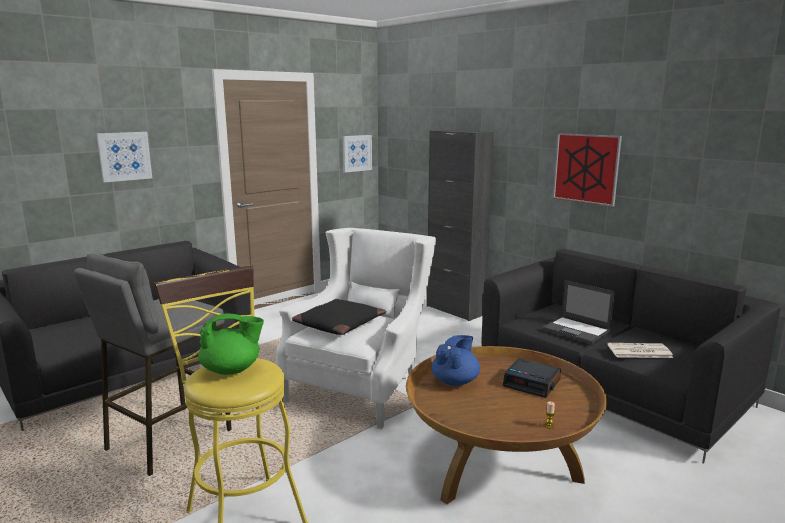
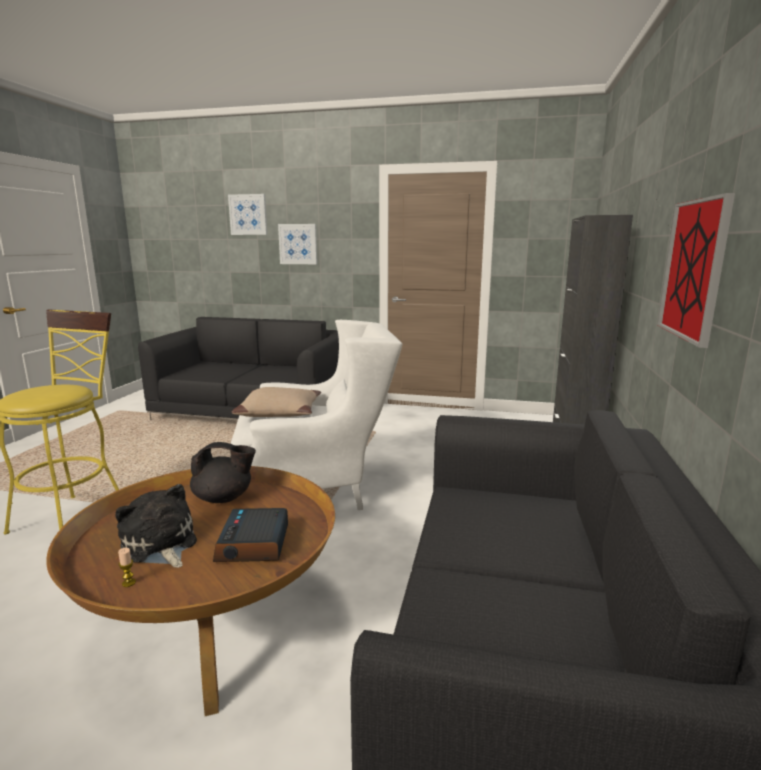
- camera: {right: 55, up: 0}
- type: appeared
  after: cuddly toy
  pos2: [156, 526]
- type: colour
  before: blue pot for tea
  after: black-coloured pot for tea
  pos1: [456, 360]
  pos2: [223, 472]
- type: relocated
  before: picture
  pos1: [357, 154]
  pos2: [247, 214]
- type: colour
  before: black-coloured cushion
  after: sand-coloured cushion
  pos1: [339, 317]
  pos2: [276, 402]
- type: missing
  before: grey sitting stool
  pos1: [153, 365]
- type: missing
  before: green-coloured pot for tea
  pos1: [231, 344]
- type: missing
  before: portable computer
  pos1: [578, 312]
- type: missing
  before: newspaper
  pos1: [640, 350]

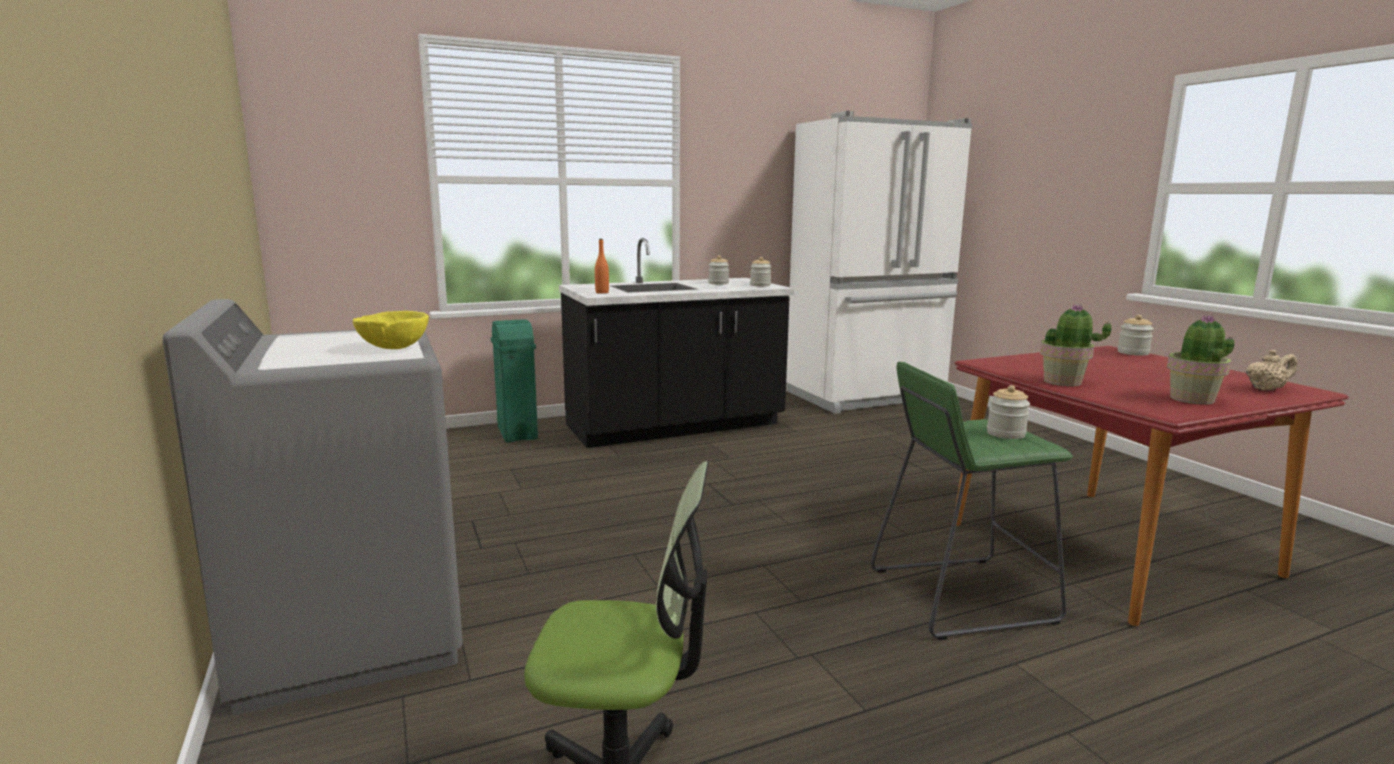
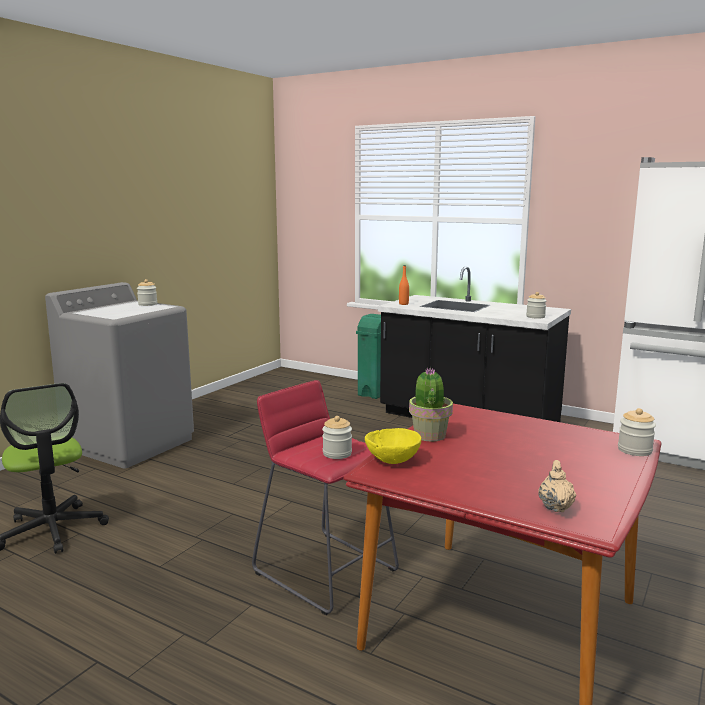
- camera: {right: 55, up: 0}
- type: relocated
  before: jar
  pos1: [718, 270]
  pos2: [147, 292]
- type: colour
  before: green-coloured sitting stool
  after: red-coloured sitting stool
  pos1: [972, 501]
  pos2: [325, 497]
- type: relocated
  before: yellow serving bowl
  pos1: [391, 330]
  pos2: [393, 446]
- type: spun
  before: sand-coloured pot for tea
  pos1: [1272, 370]
  pos2: [557, 486]
  turn: -120
- type: missing
  before: potted plant
  pos1: [1201, 359]

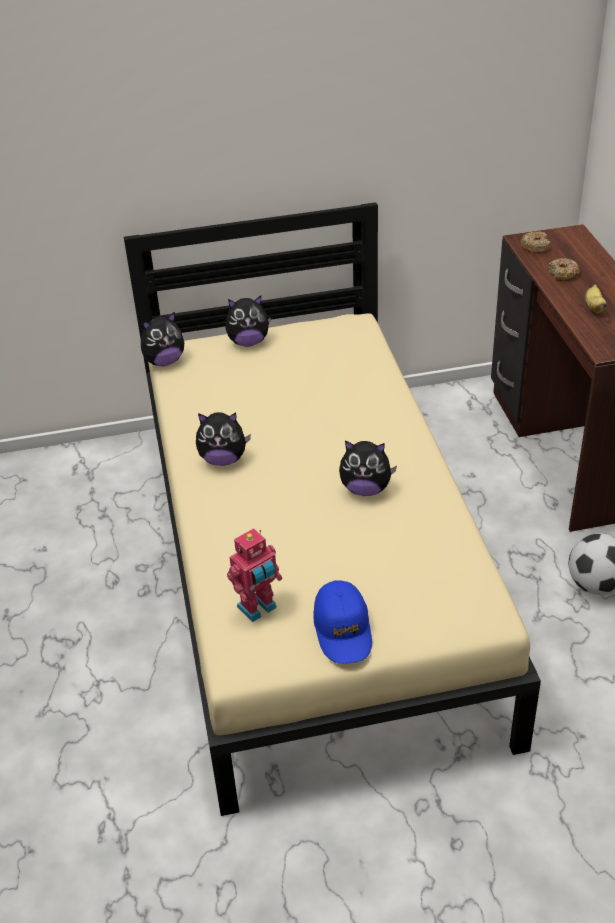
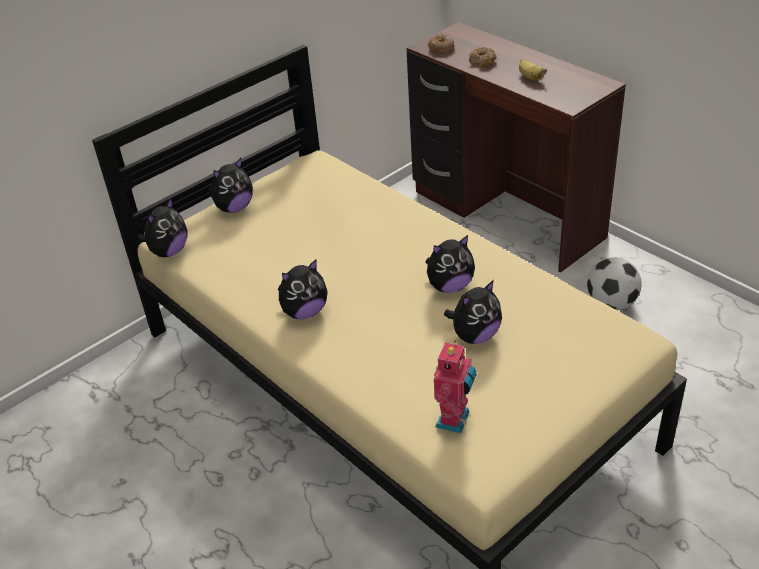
- camera: {right: -30, up: 0}
- type: appeared
  after: cuddly toy
  pos2: [473, 312]
- type: missing
  before: blue baseball cap
  pos1: [342, 622]

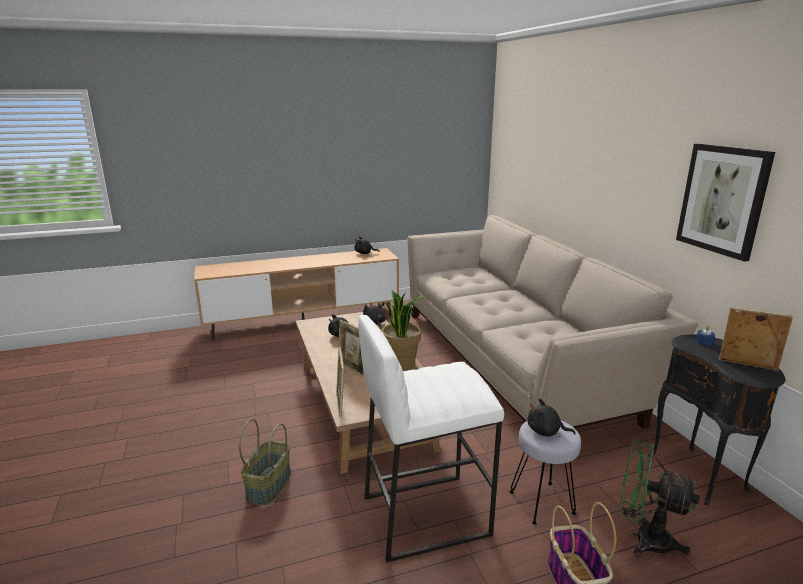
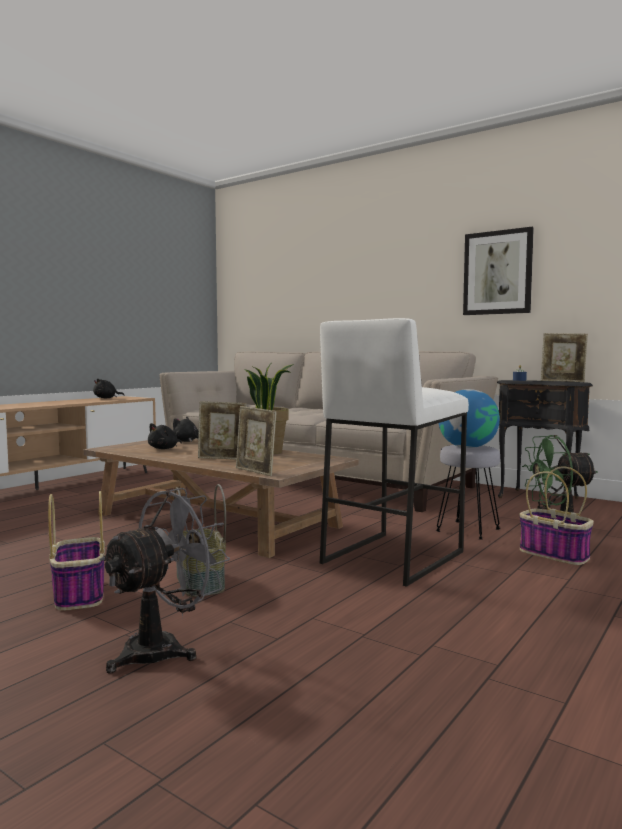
- camera: {right: -35, up: -15}
- type: appeared
  after: storage basket
  pos2: [76, 551]
- type: appeared
  after: grey fan
  pos2: [164, 581]
- type: exchanged
  before: black-coloured cuddly toy
  after: desk globe
  pos1: [551, 417]
  pos2: [469, 418]
- type: spun
  before: photo frame
  pos1: [756, 339]
  pos2: [564, 357]
  turn: -150

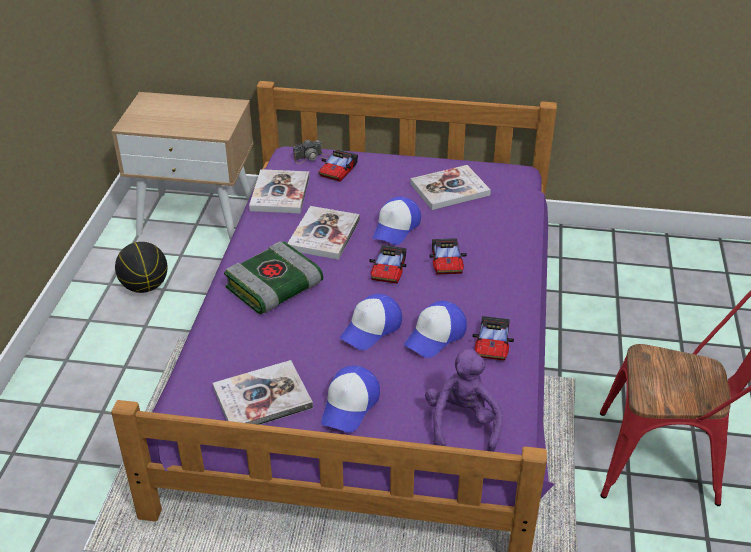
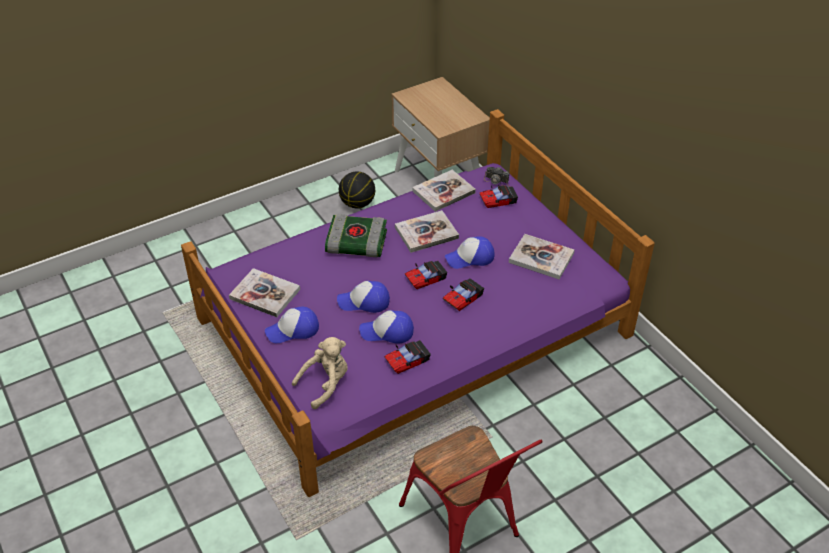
- camera: {right: 50, up: 5}
- type: colour
  before: purplish cuddly toy
  after: sand-coloured cuddly toy
  pos1: [464, 400]
  pos2: [320, 373]

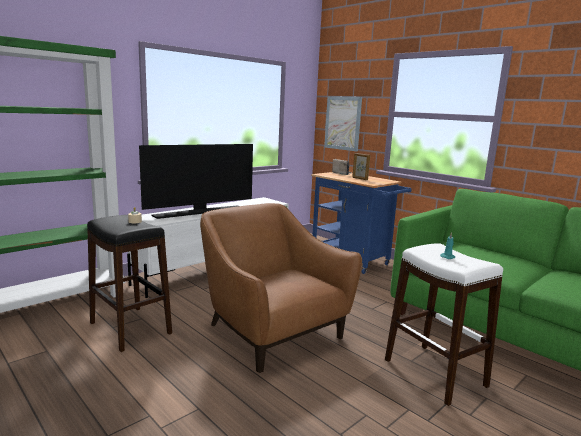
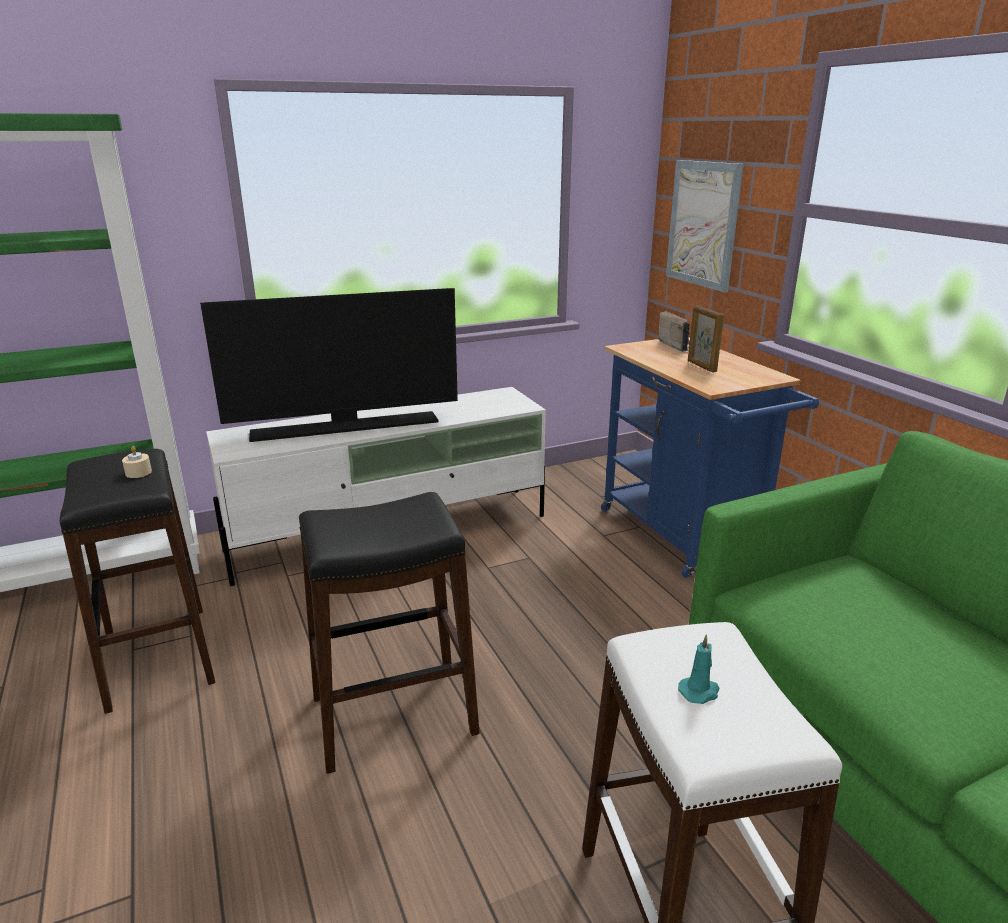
- camera: {right: 20, up: 10}
- type: exchanged
  before: brown-coloured easy chair
  after: black-coloured sitting stool
  pos1: [281, 288]
  pos2: [389, 633]

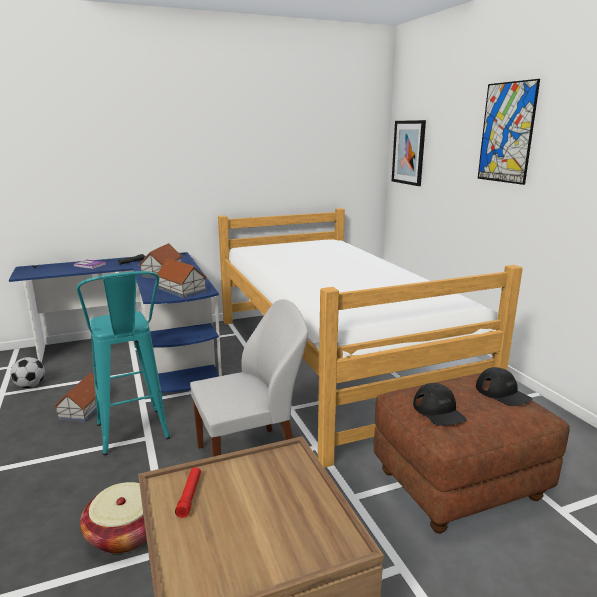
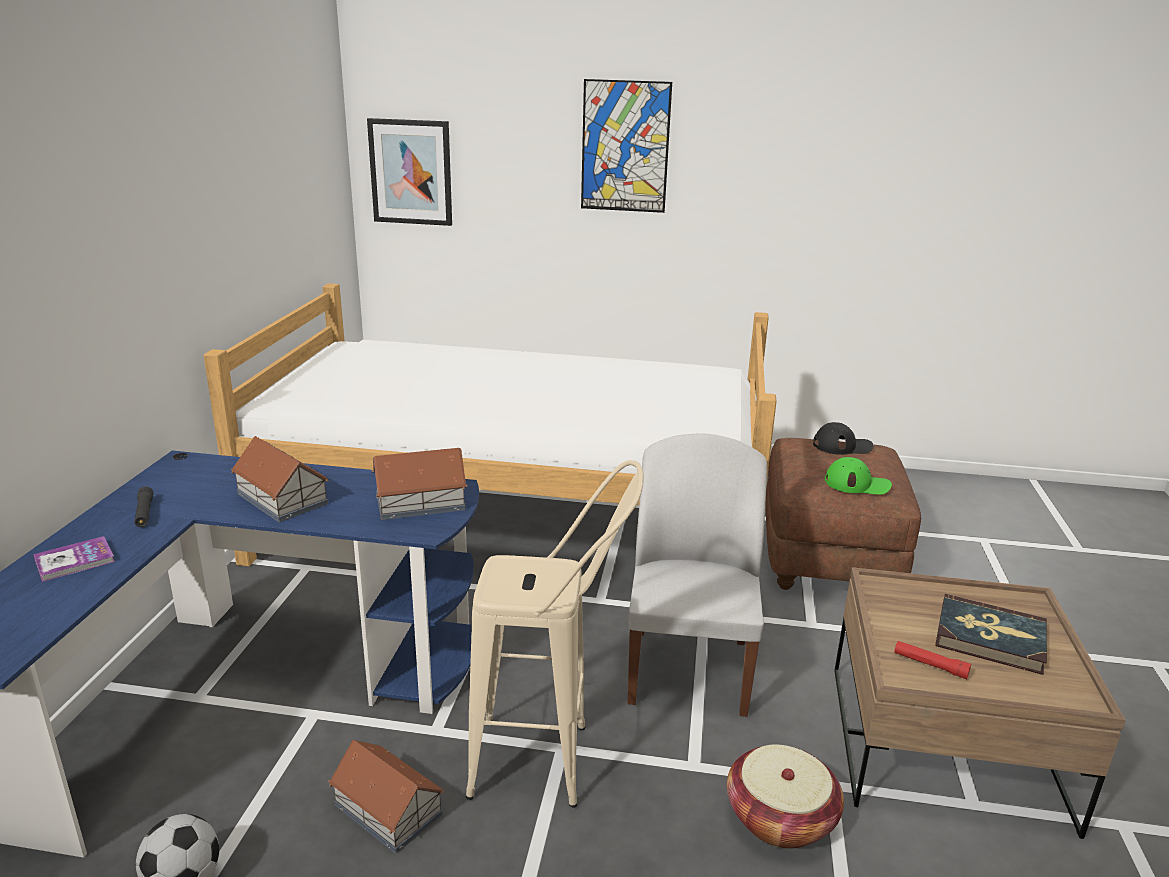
- camera: {right: -60, up: 5}
- type: colour
  before: turquoise-coloured sitting stool
  after: sand-coloured sitting stool
  pos1: [123, 363]
  pos2: [555, 634]
- type: colour
  before: black-coloured baseball cap
  after: green-coloured baseball cap
  pos1: [440, 404]
  pos2: [858, 476]
- type: appeared
  after: book
  pos2: [991, 634]

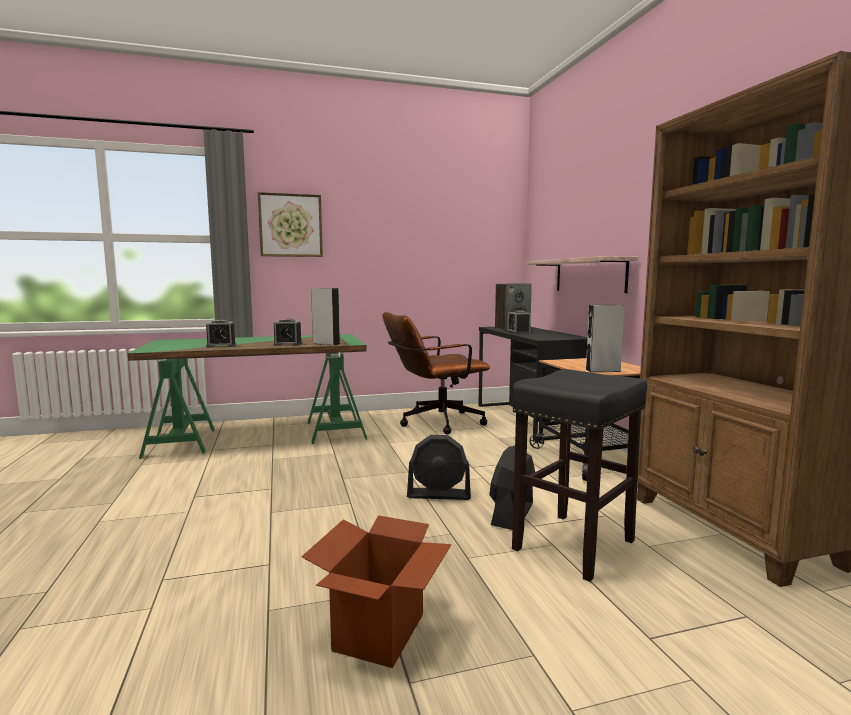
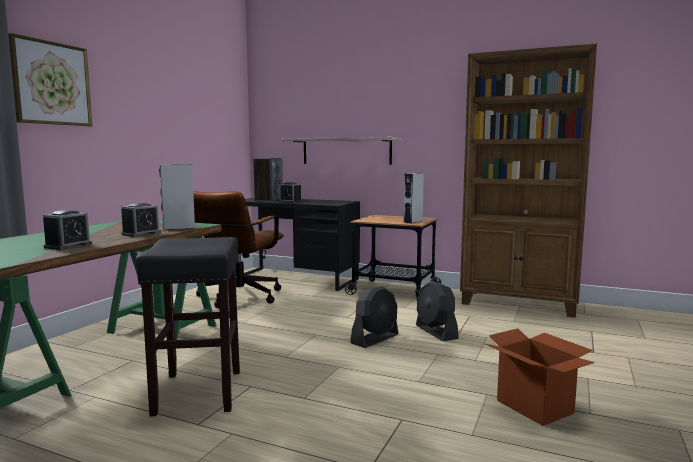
- camera: {right: -50, up: 0}
- type: relocated
  before: black-coloured sitting stool
  pos1: [579, 475]
  pos2: [188, 327]

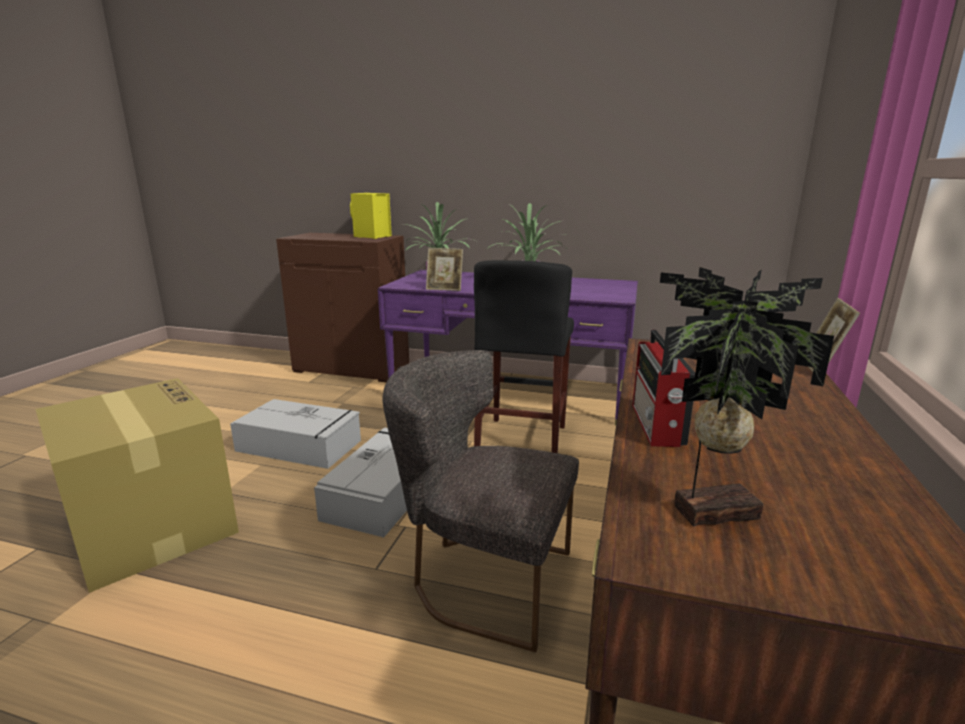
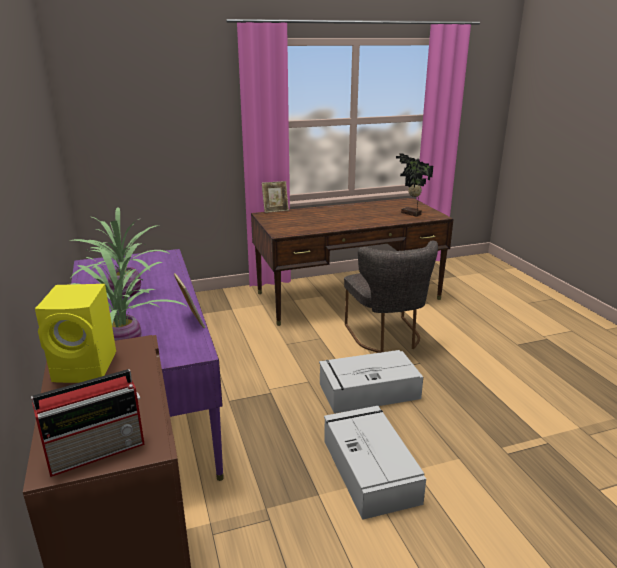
- camera: {right: -125, up: 5}
- type: relocated
  before: radio set
  pos1: [664, 388]
  pos2: [88, 423]
- type: missing
  before: cardboard box
  pos1: [137, 485]
- type: missing
  before: black-coloured sitting stool
  pos1: [524, 356]

